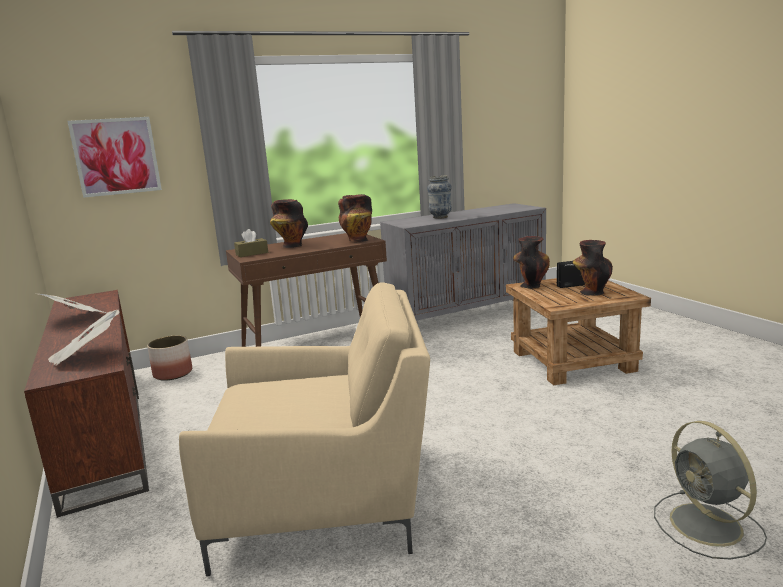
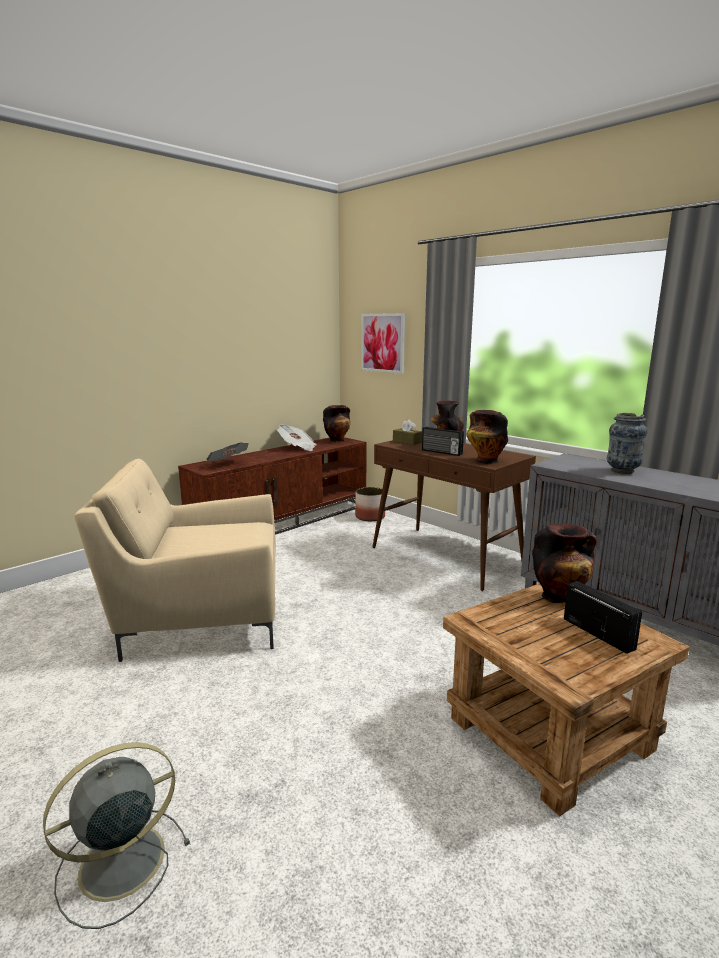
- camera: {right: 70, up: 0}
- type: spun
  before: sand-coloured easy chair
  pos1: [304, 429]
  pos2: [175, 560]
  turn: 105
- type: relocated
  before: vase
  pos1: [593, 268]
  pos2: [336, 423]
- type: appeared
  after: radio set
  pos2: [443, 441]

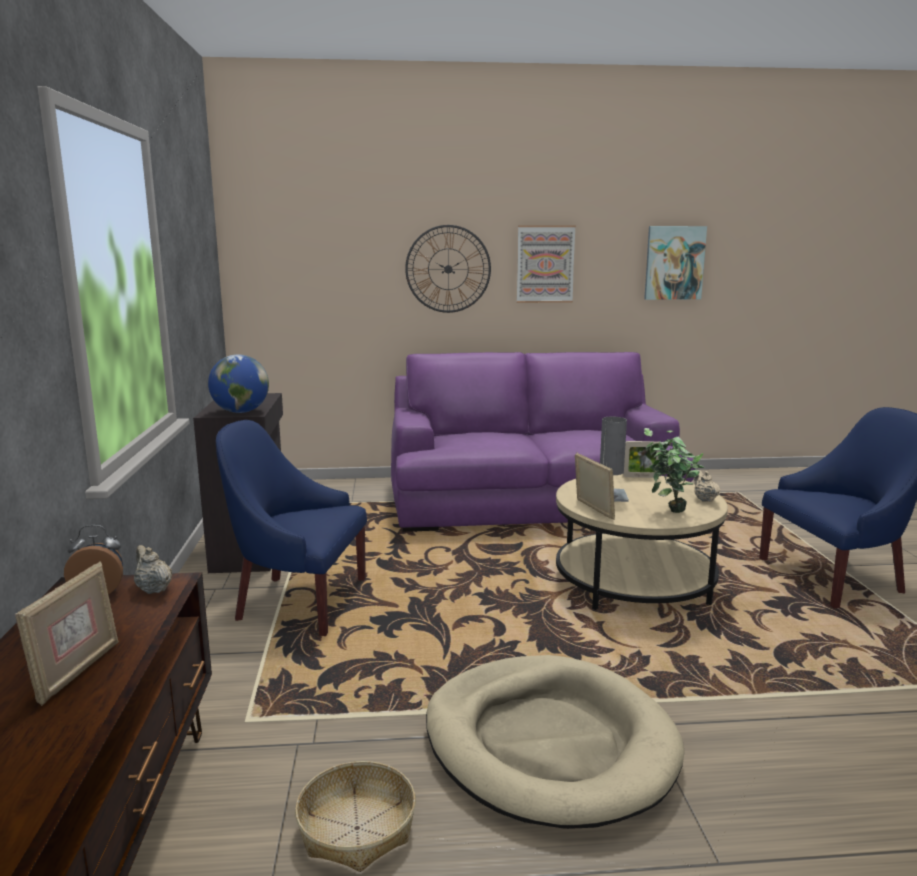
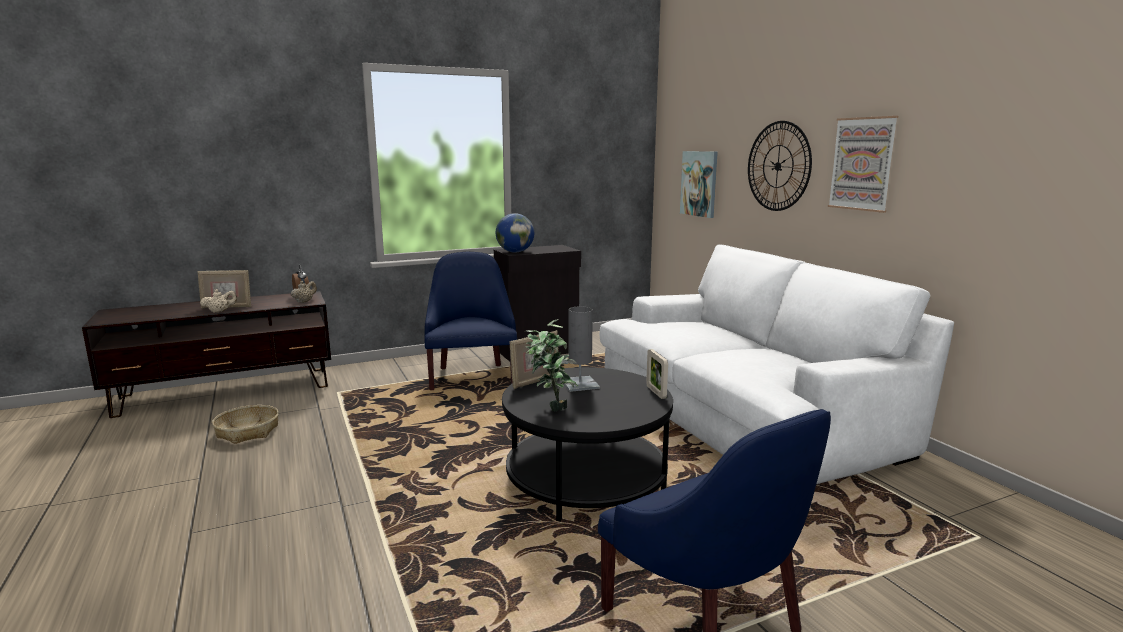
- camera: {right: 70, up: 0}
- type: relocated
  before: sand-coloured pot for tea
  pos1: [707, 486]
  pos2: [218, 301]
- type: colour
  before: sand-coloured lounge table
  after: black-coloured lounge table
  pos1: [642, 542]
  pos2: [587, 444]
- type: colour
  before: purplish settee
  after: white settee
  pos1: [543, 442]
  pos2: [777, 364]
- type: relocated
  before: picture
  pos1: [675, 263]
  pos2: [699, 184]
- type: missing
  before: sand-coloured pet bed
  pos1: [555, 742]

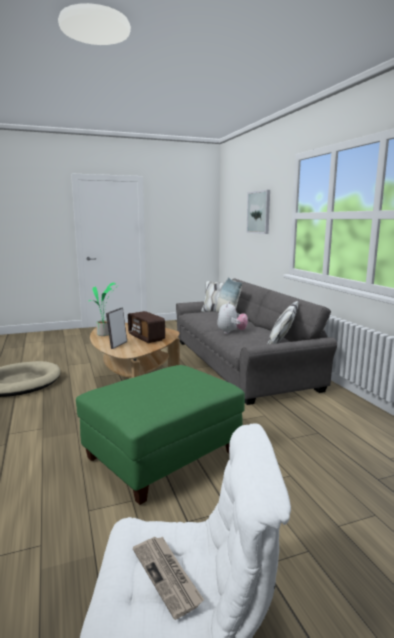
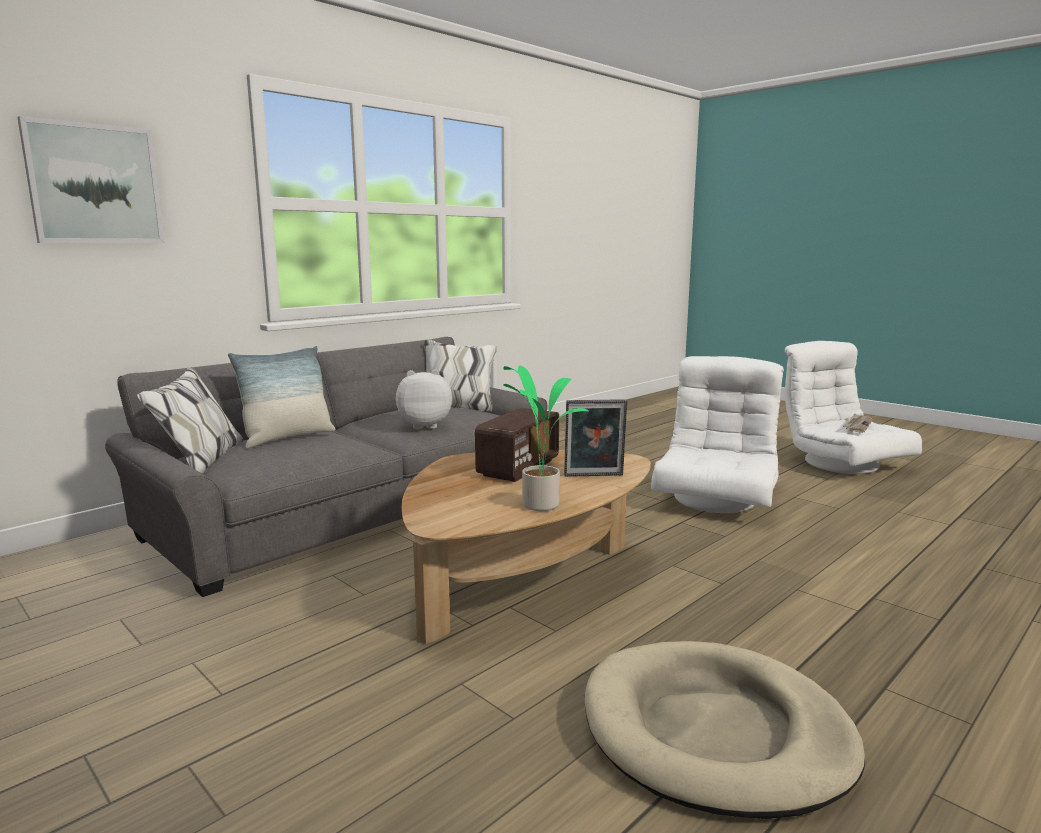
- camera: {right: -115, up: 0}
- type: exchanged
  before: green-coloured footrest
  after: white easy chair
  pos1: [160, 435]
  pos2: [717, 434]

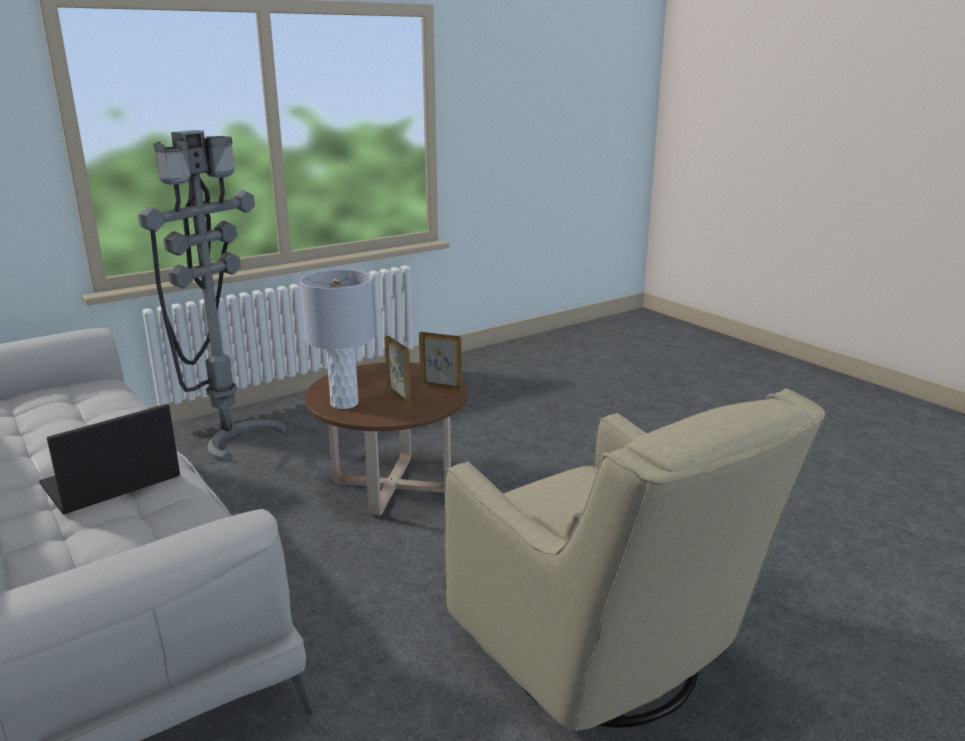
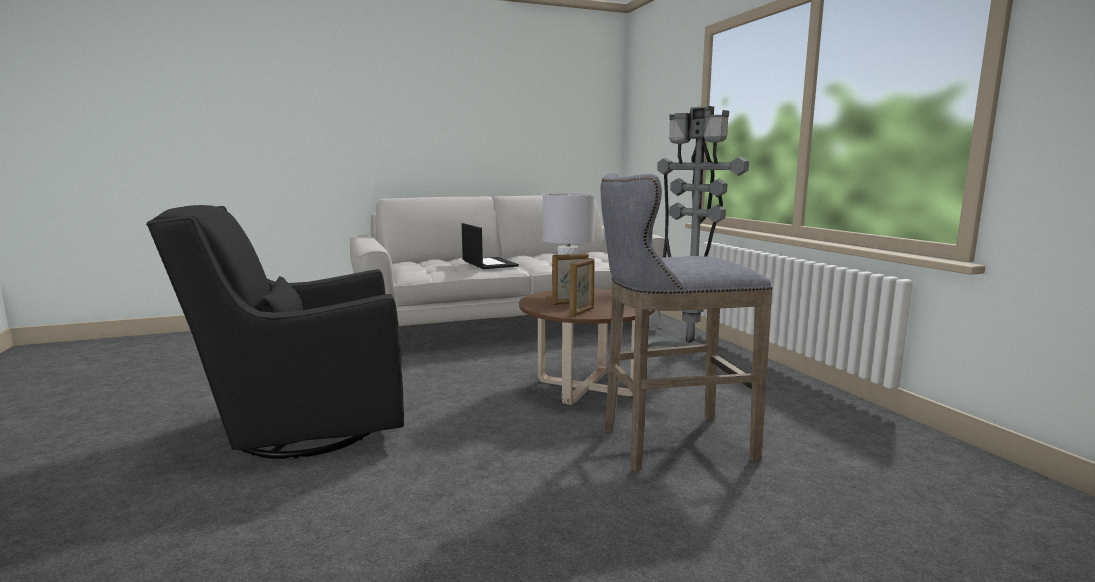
- camera: {right: 105, up: -10}
- type: colour
  before: sand-coloured easy chair
  after: black-coloured easy chair
  pos1: [635, 560]
  pos2: [275, 332]
- type: appeared
  after: grey sitting stool
  pos2: [687, 322]

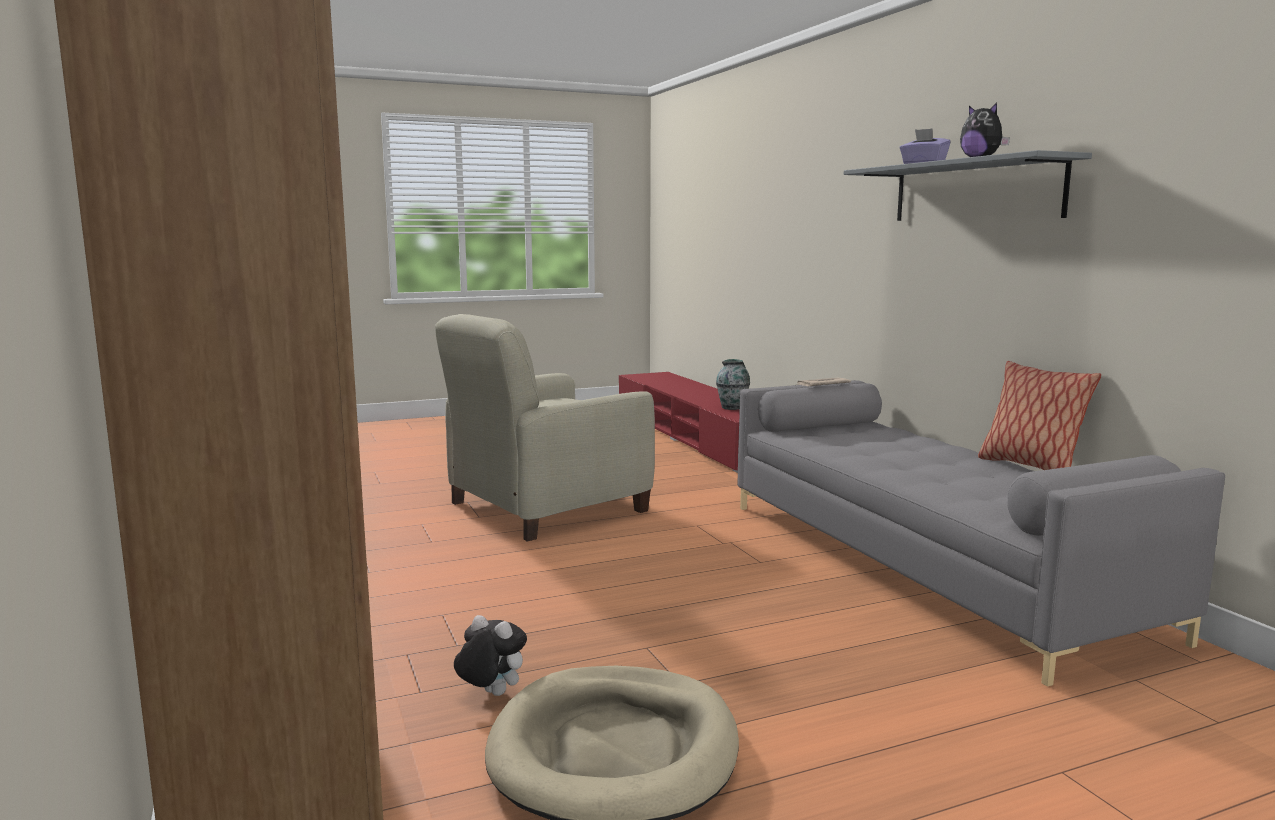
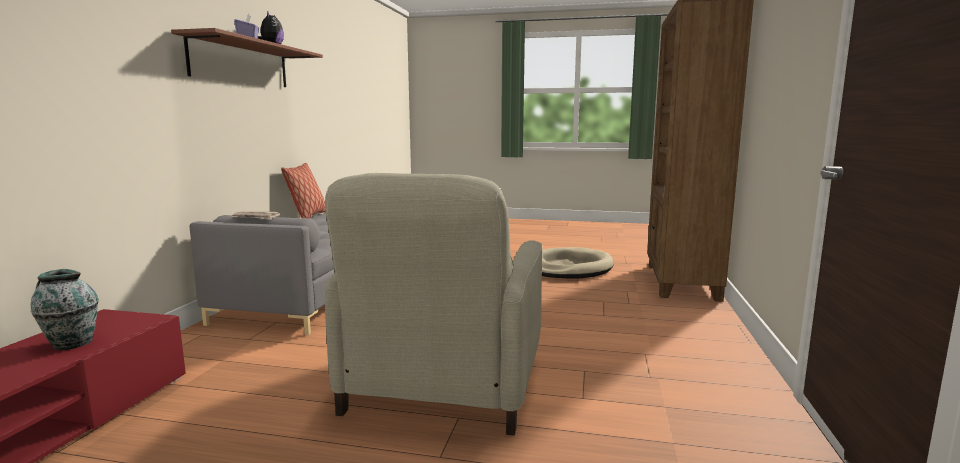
- camera: {right: -145, up: 0}
- type: colour
  before: grey bracket shelf
  after: brown-coloured bracket shelf
  pos1: [968, 185]
  pos2: [247, 57]
- type: spun
  before: sand-coloured easy chair
  pos1: [545, 428]
  pos2: [434, 304]
  turn: 105
- type: missing
  before: cuddly toy
  pos1: [490, 655]

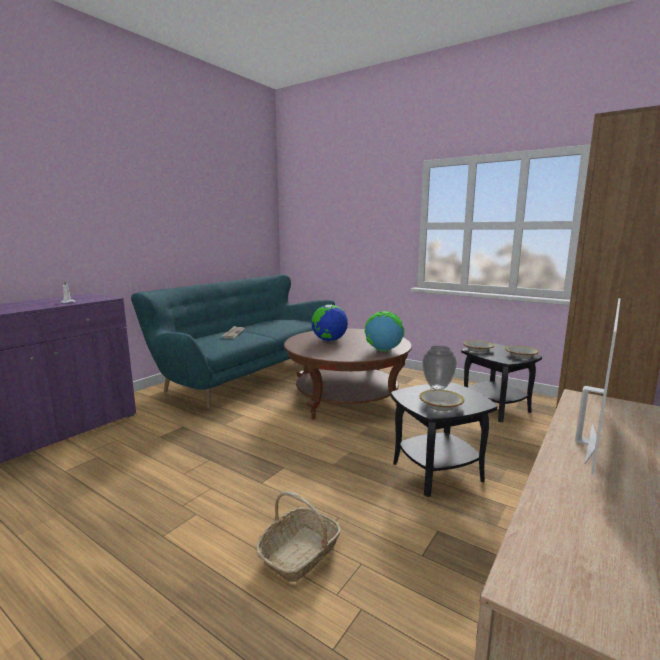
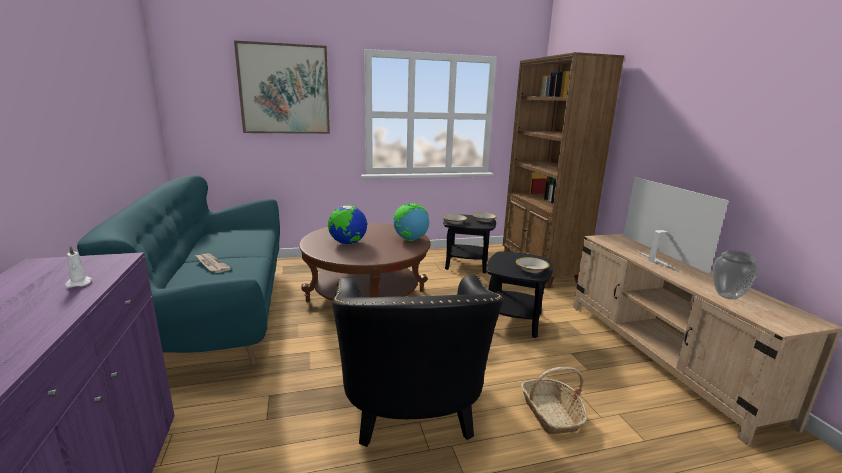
- camera: {right: -50, up: 5}
- type: appeared
  after: picture
  pos2: [282, 87]
- type: appeared
  after: black-coloured easy chair
  pos2: [418, 361]
- type: relocated
  before: vase
  pos1: [439, 368]
  pos2: [735, 274]

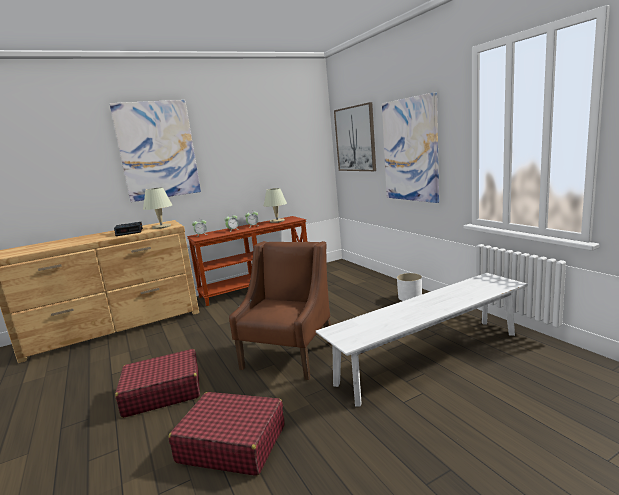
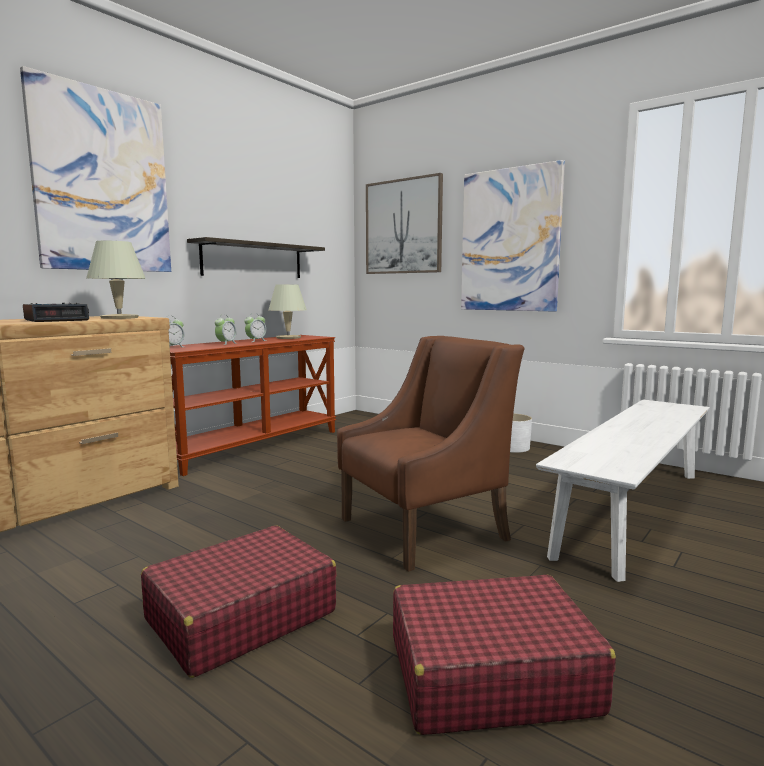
- camera: {right: -25, up: -5}
- type: appeared
  after: bracket shelf
  pos2: [256, 257]
- type: spun
  before: brown-coloured easy chair
  pos1: [280, 310]
  pos2: [430, 454]
  turn: 60

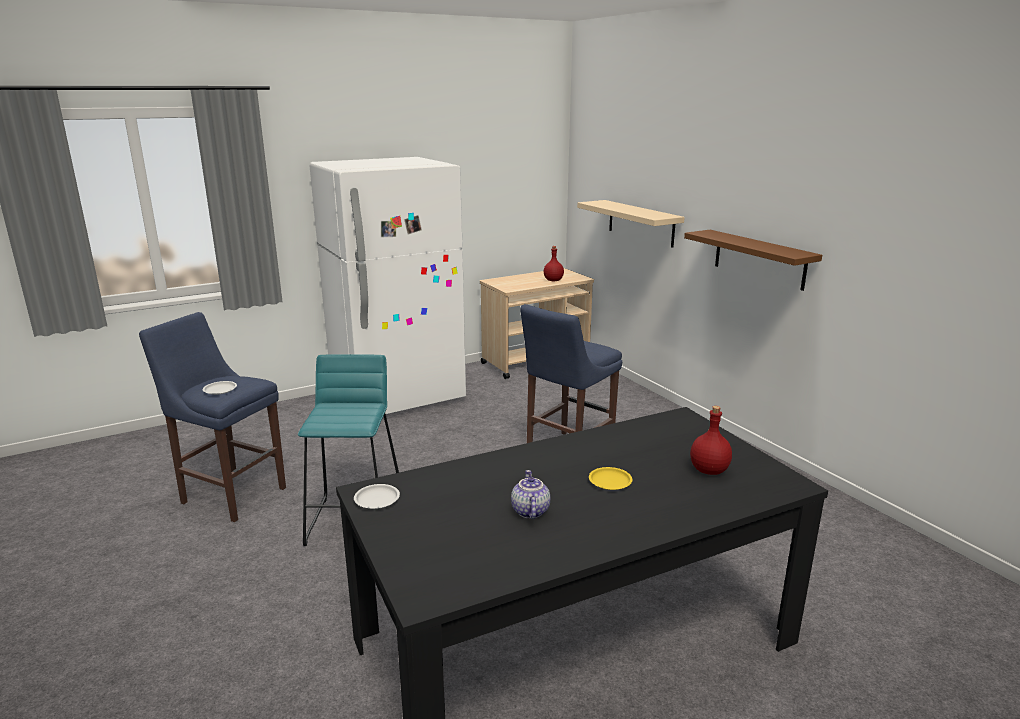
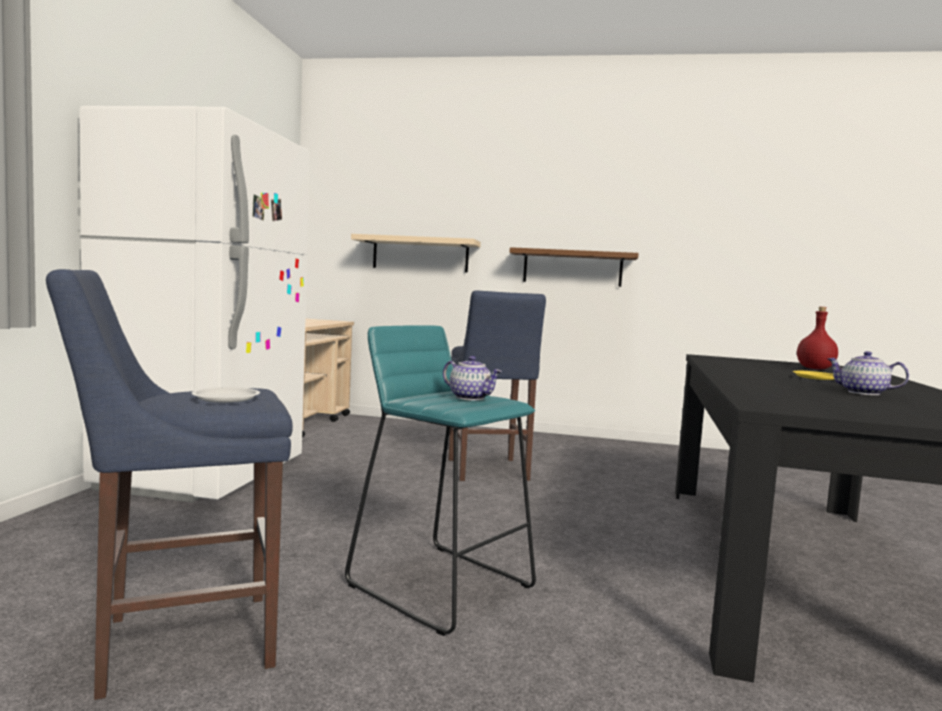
- camera: {right: -50, up: -15}
- type: appeared
  after: pot for tea
  pos2: [472, 378]
- type: missing
  before: white plate
  pos1: [377, 496]
- type: missing
  before: red-coloured drink bottle
  pos1: [554, 263]

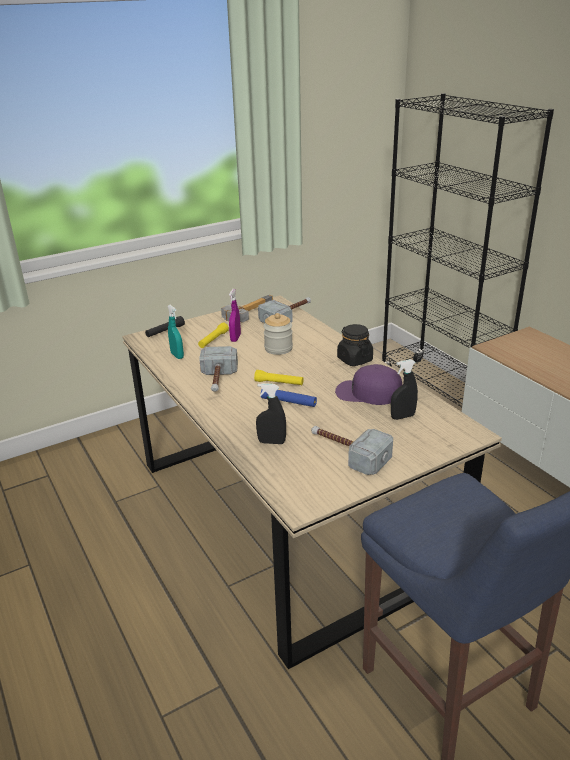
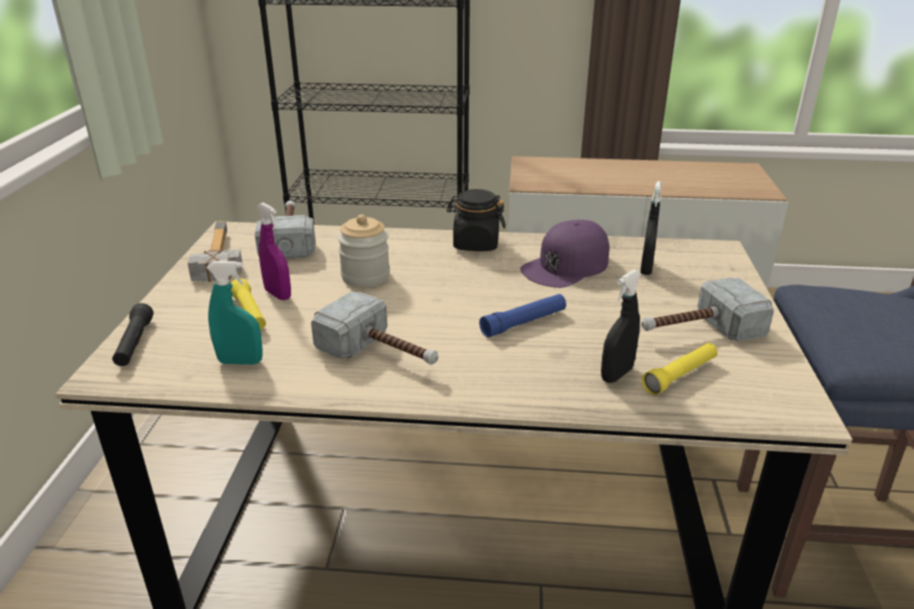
- camera: {right: -55, up: 0}
- type: relocated
  before: yellow hand torch
  pos1: [279, 377]
  pos2: [679, 369]

